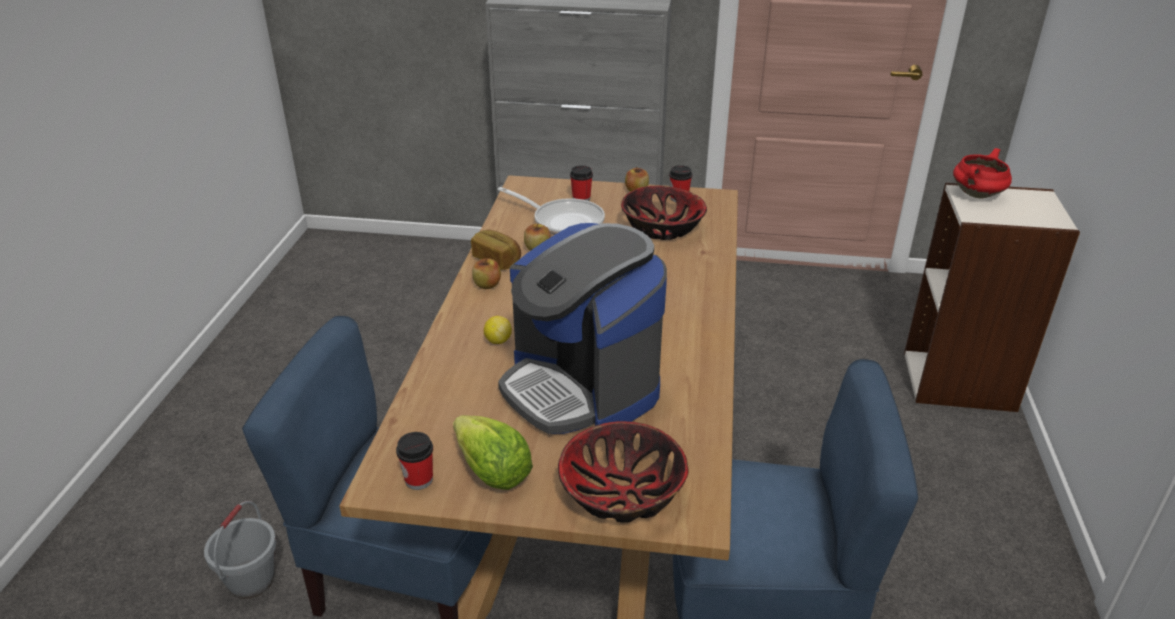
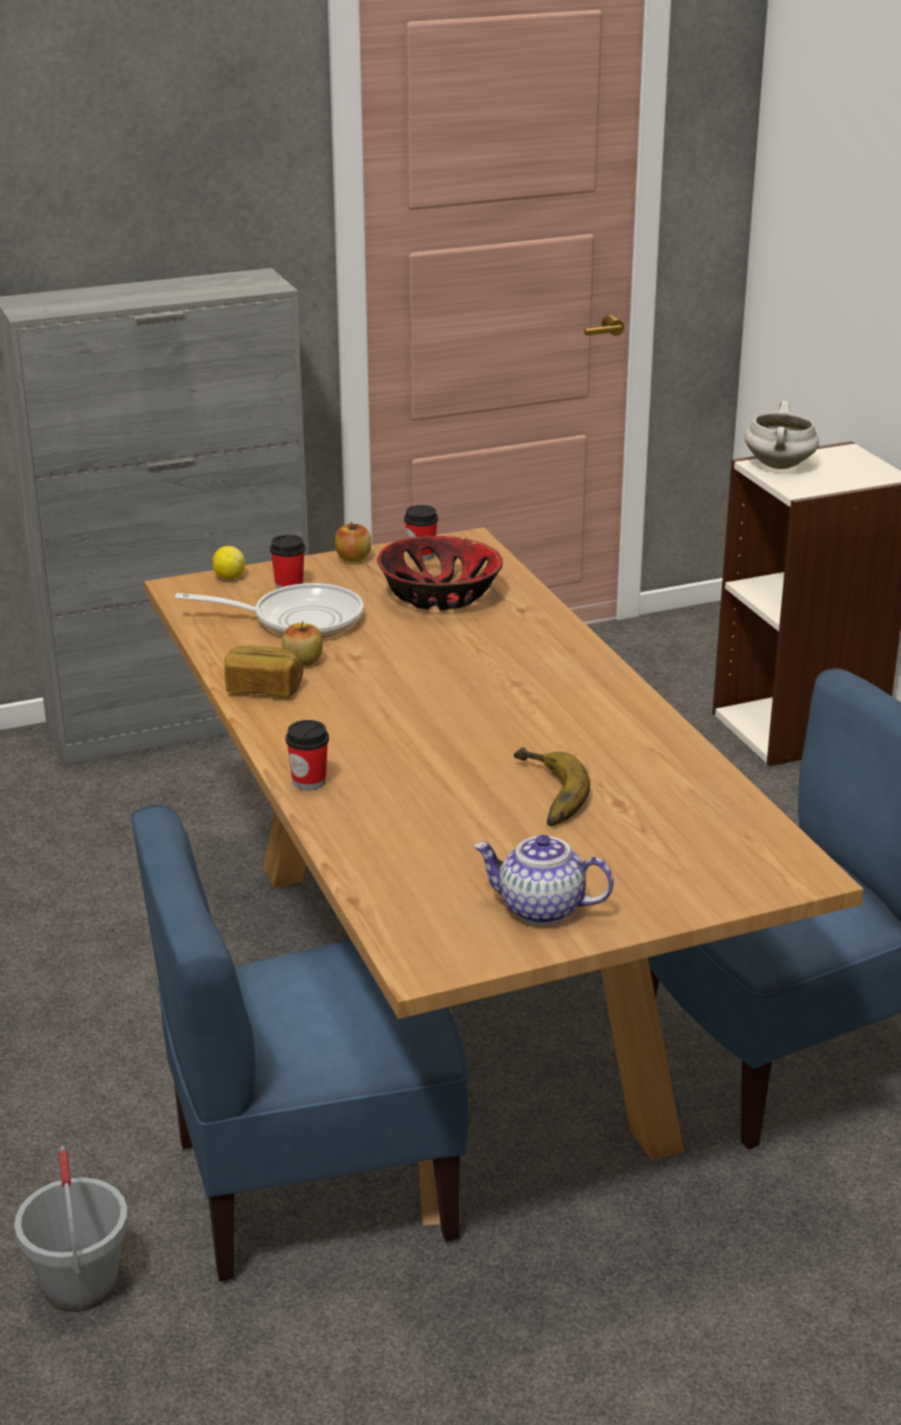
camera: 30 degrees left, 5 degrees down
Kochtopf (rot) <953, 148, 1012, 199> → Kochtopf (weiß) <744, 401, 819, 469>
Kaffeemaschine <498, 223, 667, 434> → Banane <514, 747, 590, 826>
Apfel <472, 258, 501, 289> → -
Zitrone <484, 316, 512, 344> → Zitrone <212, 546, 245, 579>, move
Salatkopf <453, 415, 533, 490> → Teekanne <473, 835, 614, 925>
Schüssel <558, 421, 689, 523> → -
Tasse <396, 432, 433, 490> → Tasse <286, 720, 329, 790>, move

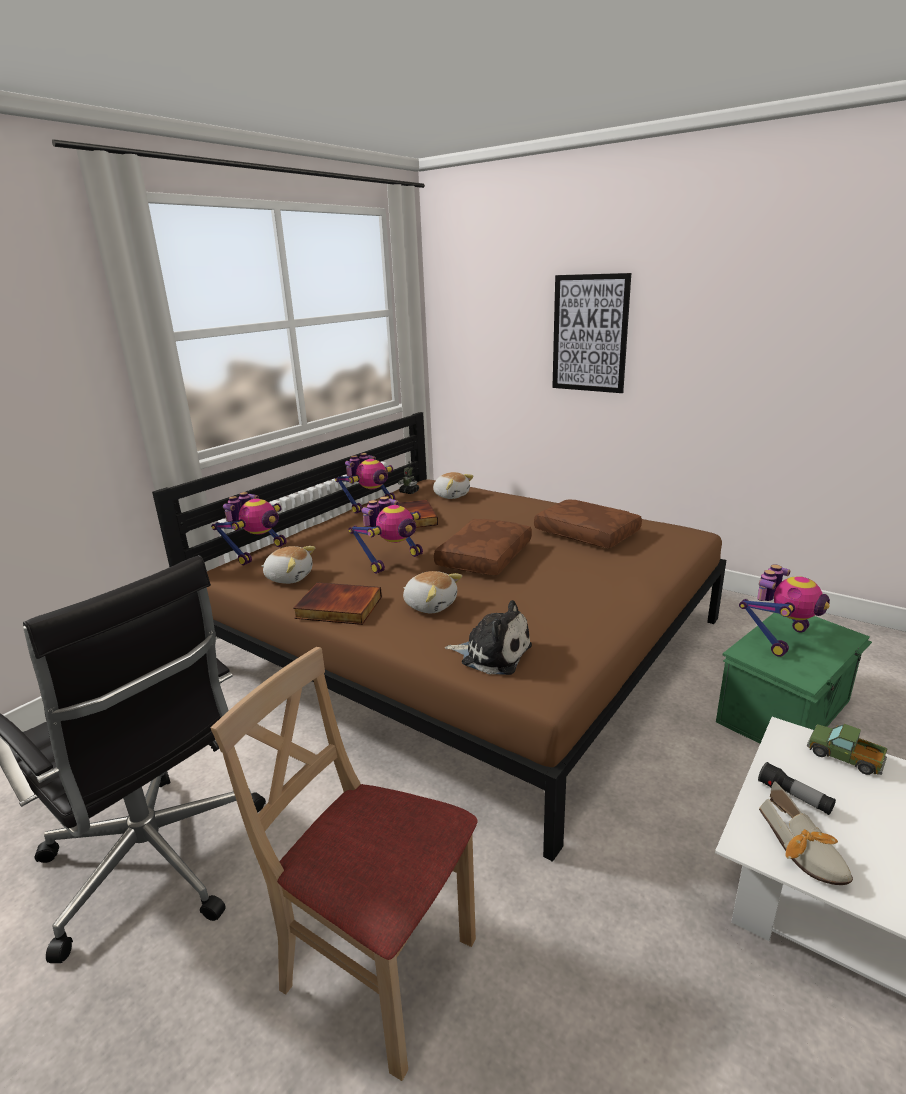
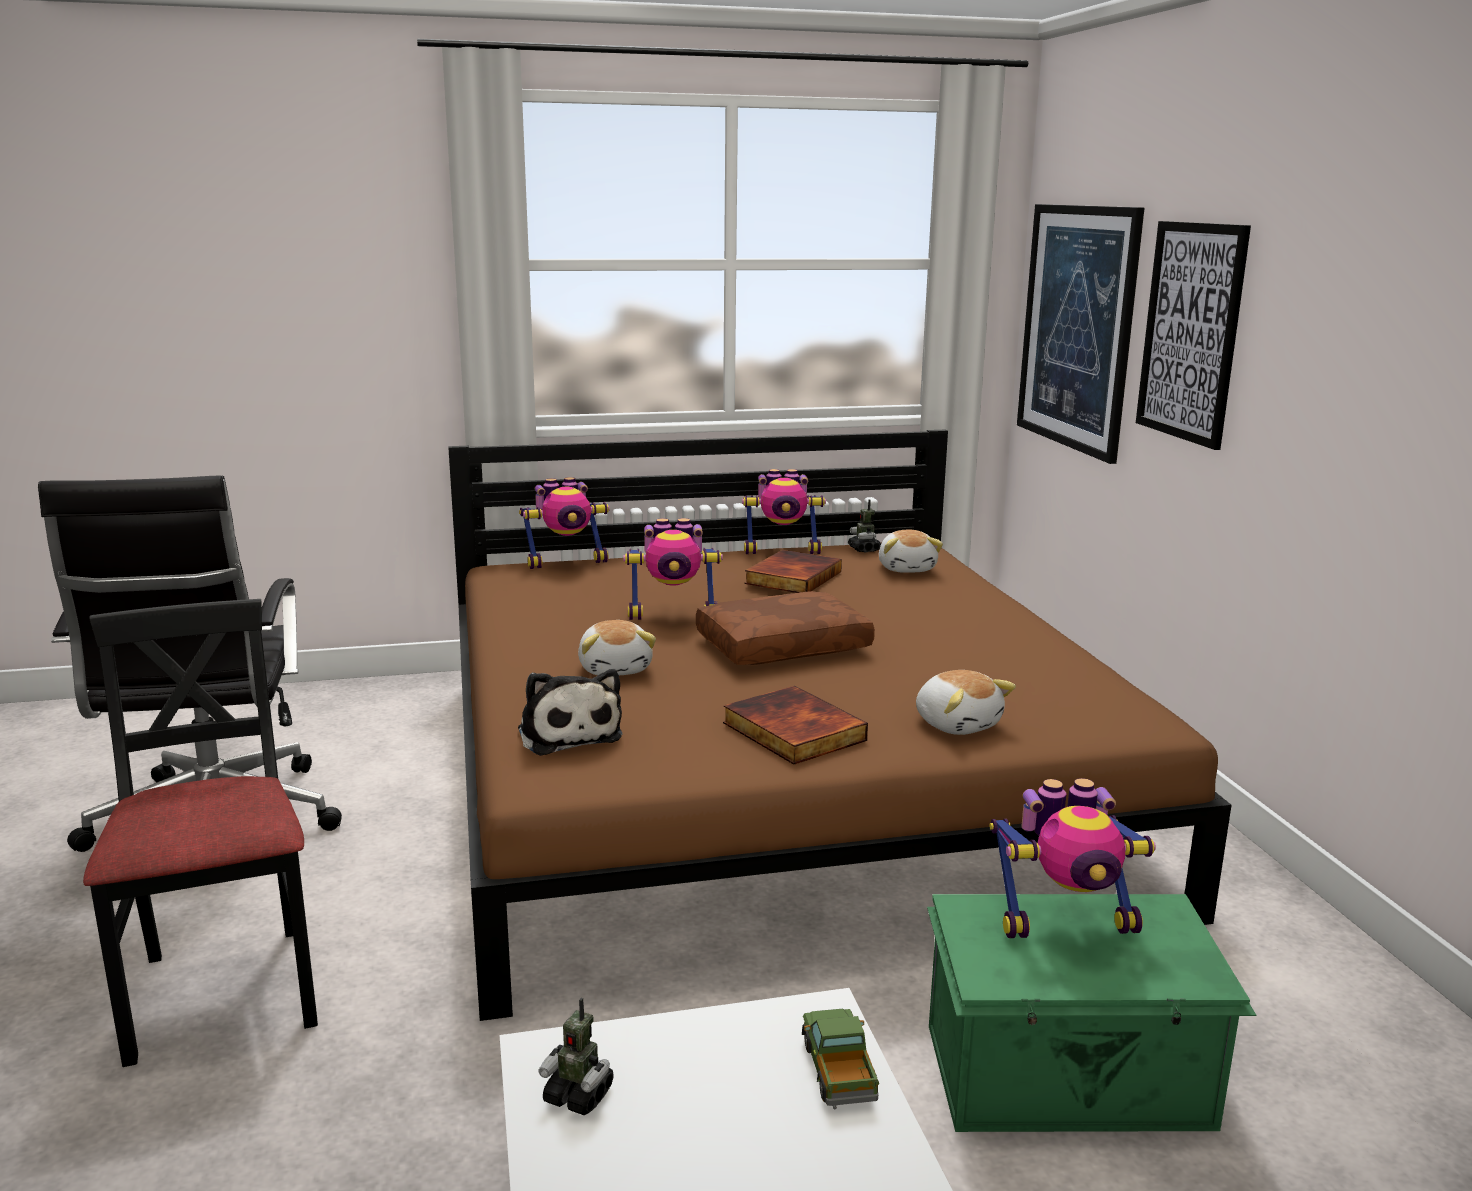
camera: 40 degrees right, 5 degrees down
Kissen (braun) <534, 499, 642, 548> → -
Plüschtier <262, 546, 315, 584> → Plüschtier <916, 670, 1016, 735>, move
Buch <293, 582, 382, 625> → Buch <723, 686, 868, 765>, move
Stuhl (beige) <211, 647, 478, 1081> → Stuhl (schwarz) <83, 599, 318, 1067>
Taschenlampe <758, 762, 836, 815> → -
Schuh <759, 781, 853, 885> → Spielzeugroboter <538, 998, 614, 1115>
- → Bild <1017, 204, 1144, 464>

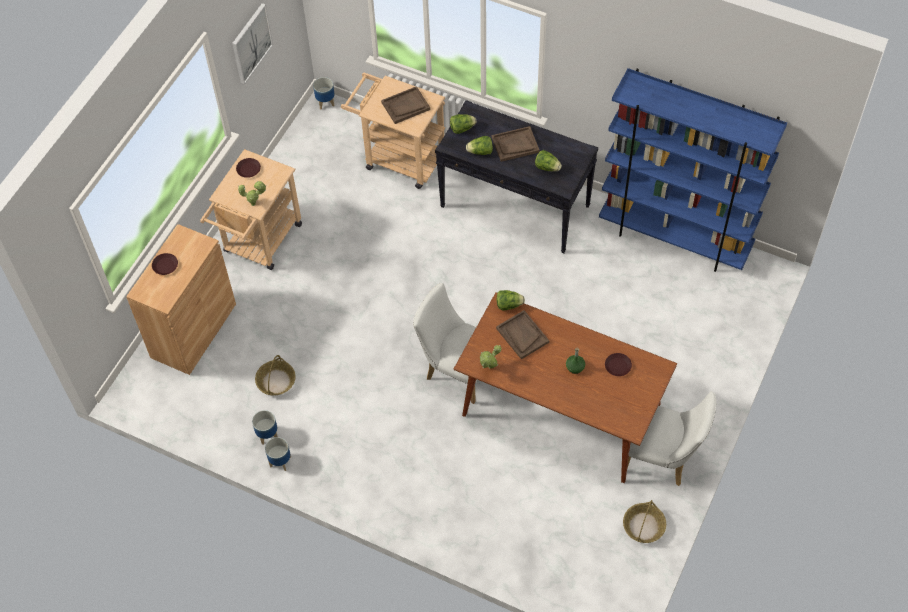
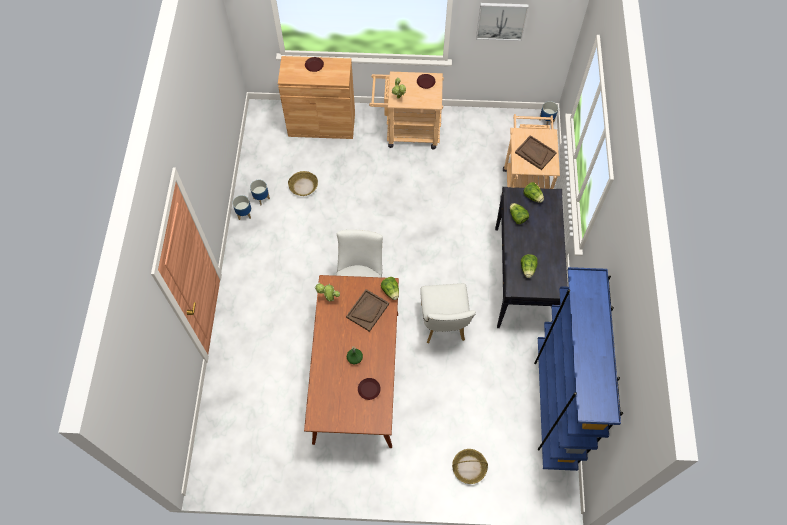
camera: 65 degrees right, 5 degrees up
Tablett (braun) <492, 126, 540, 162> → -
Stuhl (weiß) <627, 391, 716, 486> → Stuhl (weiß) <420, 283, 476, 344>, move
Korb <623, 500, 666, 543> → Korb <452, 449, 488, 484>, move

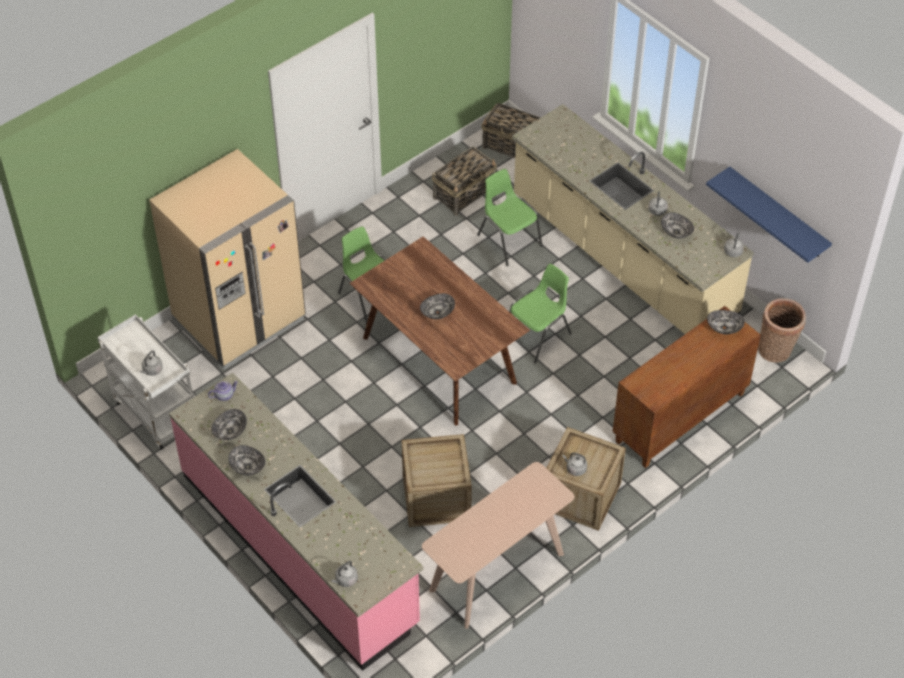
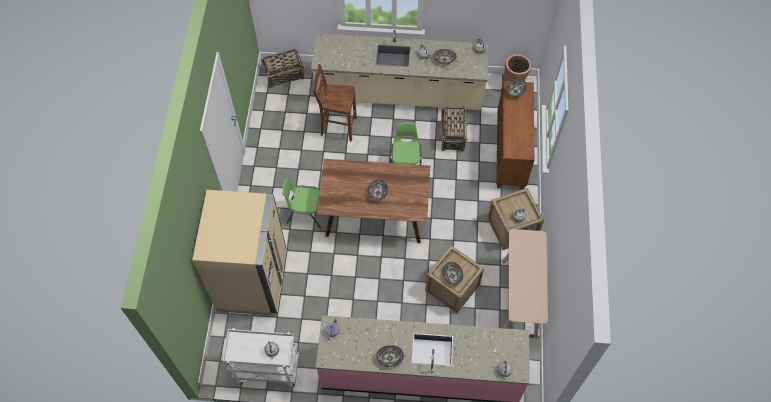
camera: 45 degrees left, 10 degrees up
Korb <432, 146, 497, 216> → Korb <441, 106, 469, 152>, move
Wandregal (blau) <706, 167, 832, 263> → -
Stuhl (grün) <477, 169, 543, 266> → Hocker (braun) <312, 64, 357, 142>
Schüssel <211, 409, 247, 440> → Schüssel <442, 262, 463, 285>, move

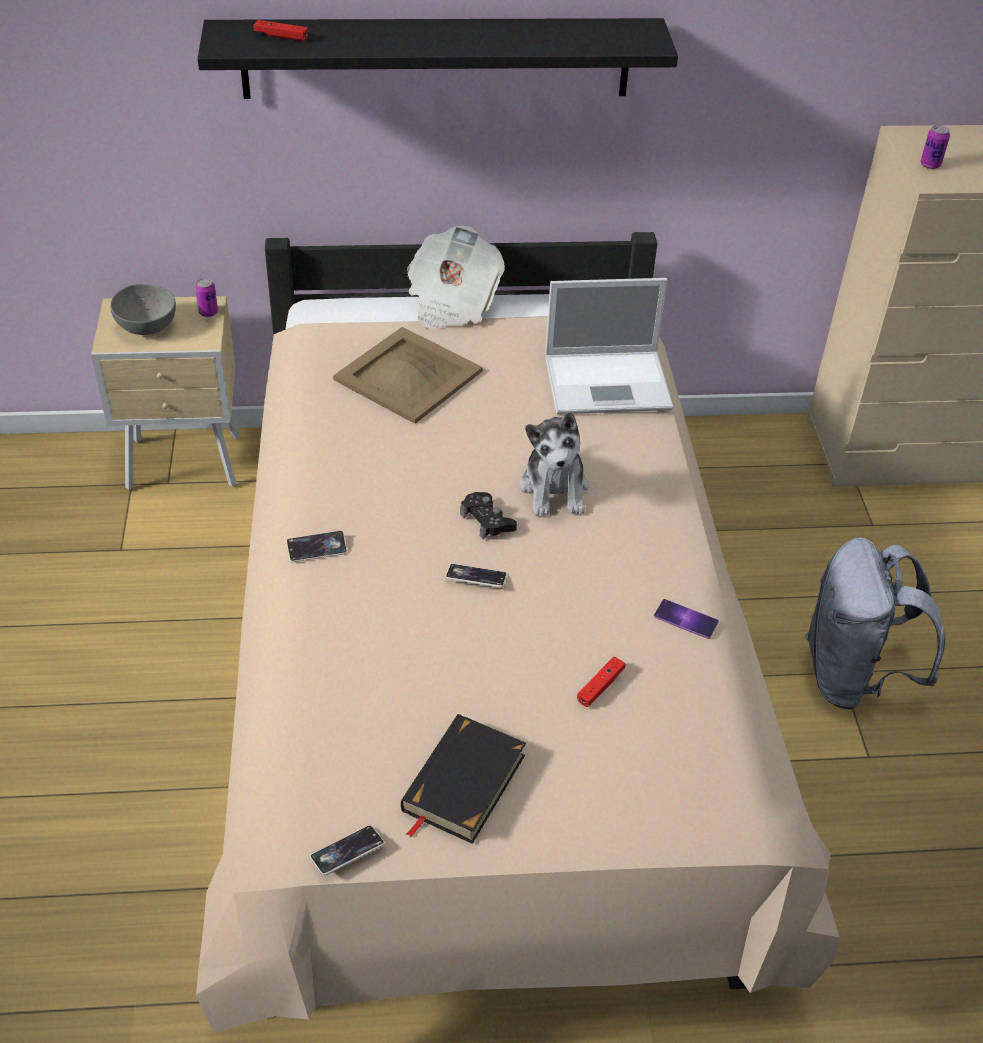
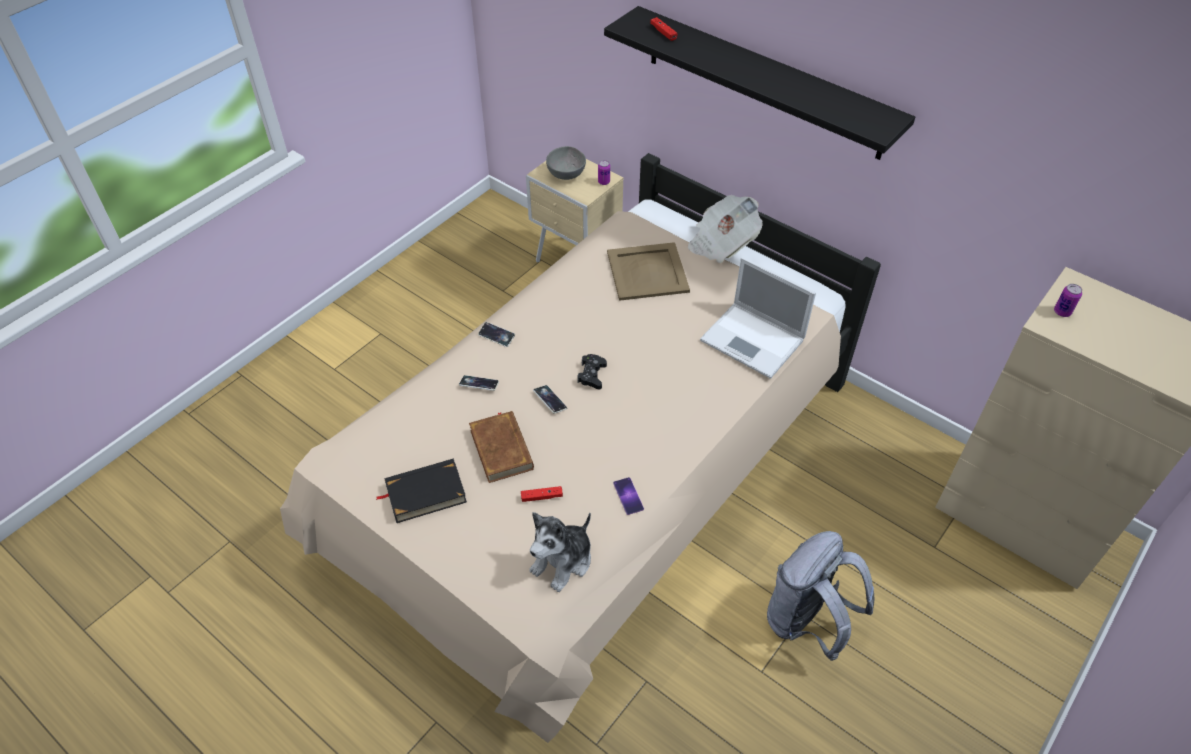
camera: 45 degrees right, 5 degrees up
Plüschtier <520, 412, 589, 516> → Plüschtier <529, 512, 591, 592>, move
Handy <310, 825, 385, 876> → Handy <459, 375, 499, 391>, move
- → Buch (braun) <469, 411, 534, 483>

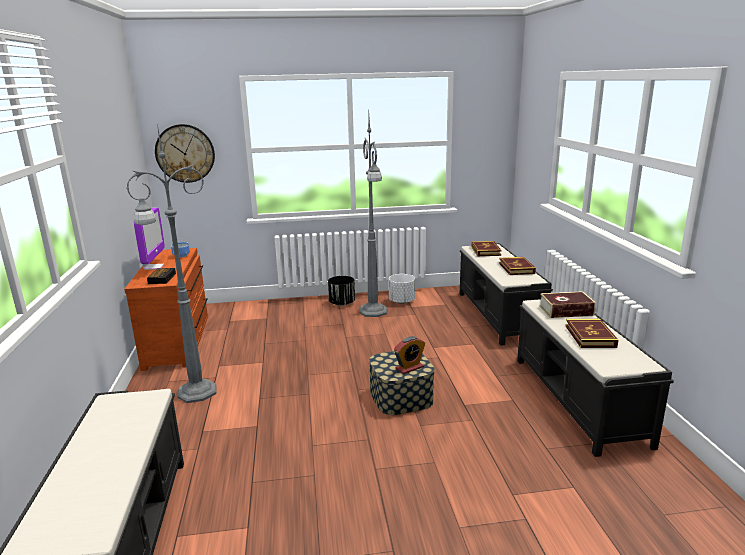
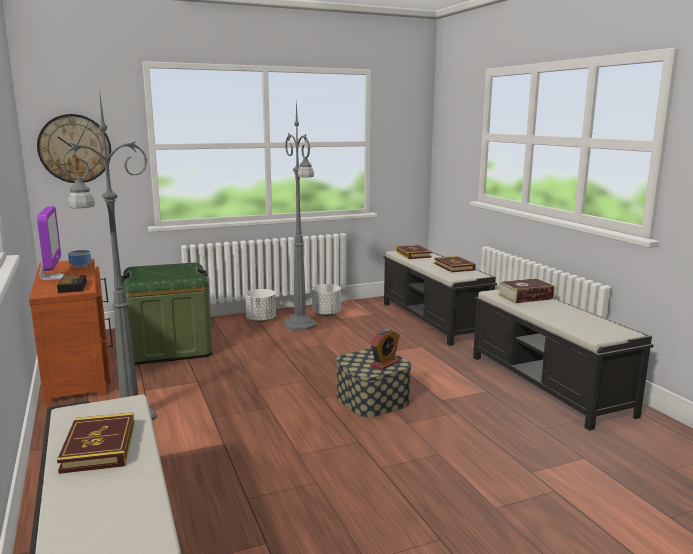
camera: 15 degrees left, 5 degrees down
Pflanzkübel (schwarz) <328, 276, 355, 306> → Pflanzkübel (weiß) <245, 289, 276, 322>
Buch <565, 319, 618, 348> → Buch <57, 412, 135, 474>, move
- → Aufbewahrungsbox (grün) <121, 263, 213, 365>

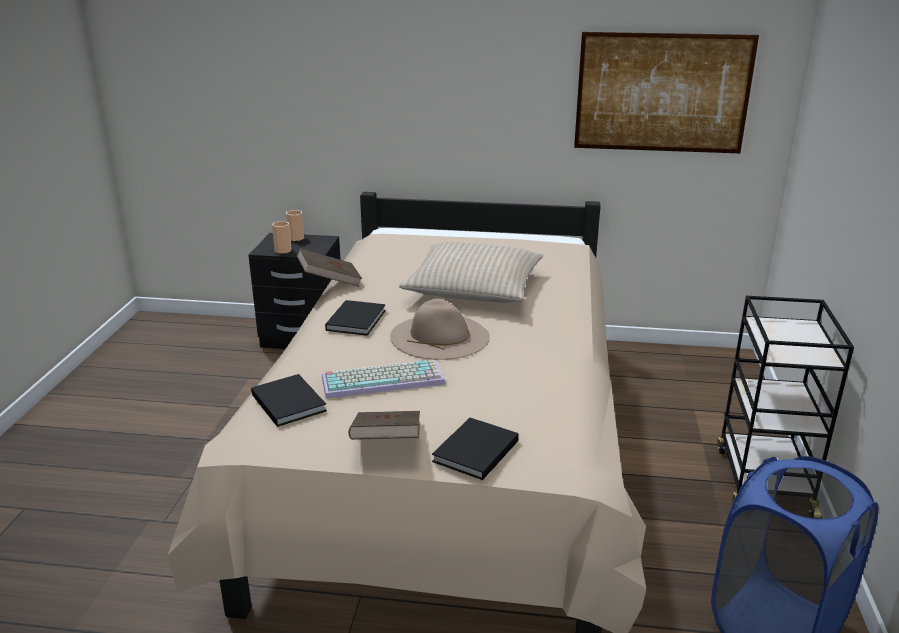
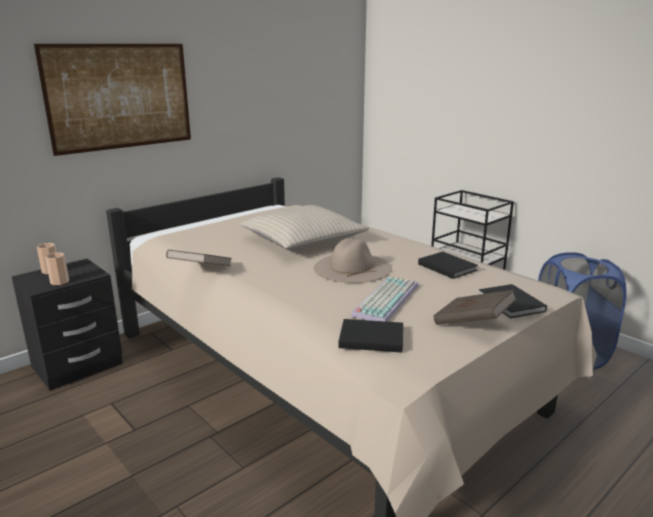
camera: 50 degrees left, 5 degrees down
Bild <574, 32, 759, 153> → Bild <34, 44, 191, 156>, move
Buch (schwarz) <325, 300, 386, 336> → Buch (schwarz) <418, 252, 478, 279>, move

